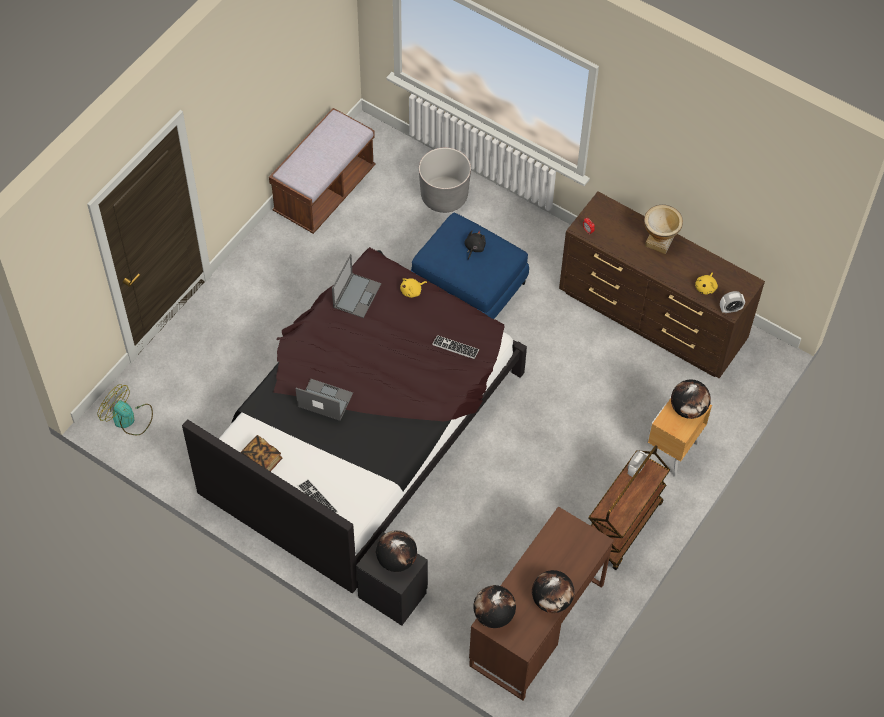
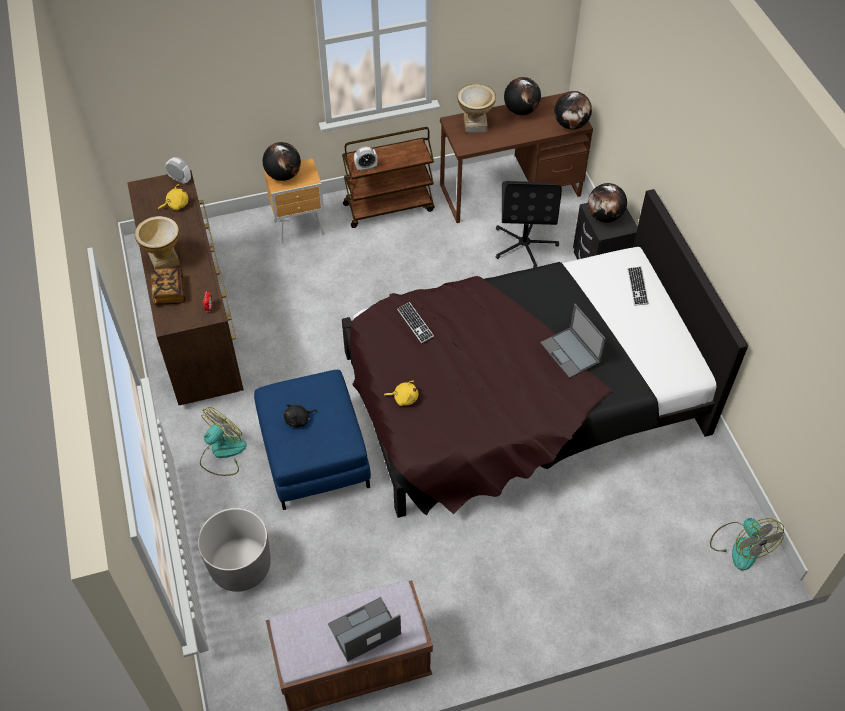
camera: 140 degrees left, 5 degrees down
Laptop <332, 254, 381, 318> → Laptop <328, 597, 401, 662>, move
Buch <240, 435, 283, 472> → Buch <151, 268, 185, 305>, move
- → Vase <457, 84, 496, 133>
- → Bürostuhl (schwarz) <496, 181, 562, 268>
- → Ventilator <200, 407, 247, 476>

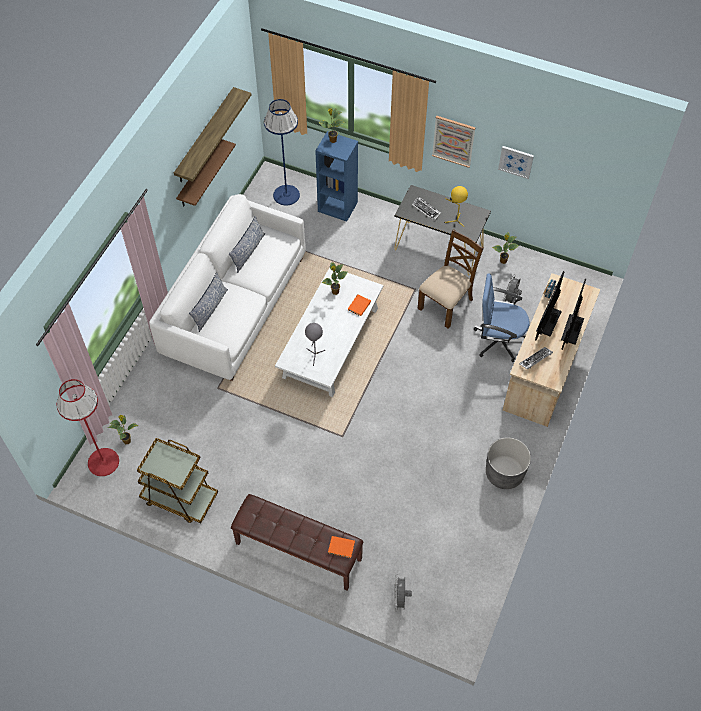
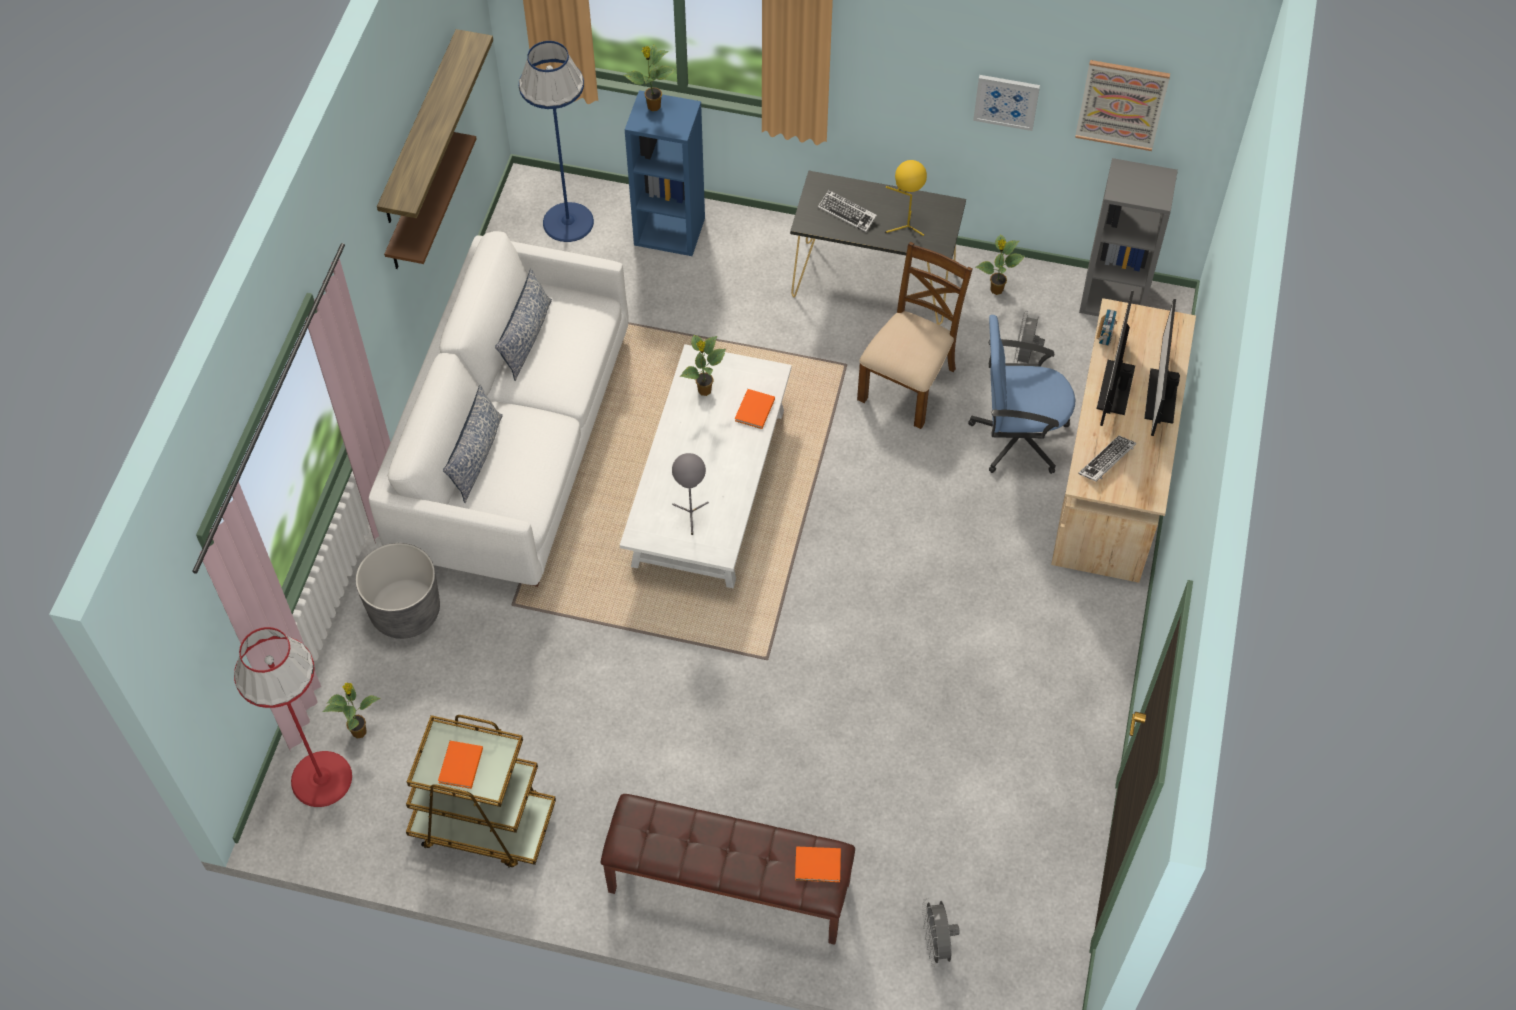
camera: 10 degrees left, 0 degrees up
Bild <432, 116, 475, 168> → Bild <1075, 60, 1170, 151>, move
Pflanzkübel (grau) <486, 437, 531, 489> → Pflanzkübel (grau) <356, 543, 440, 639>, move
- → Bücherregal (grau) <1079, 158, 1178, 316>
- → Buch (orange) <438, 741, 483, 789>

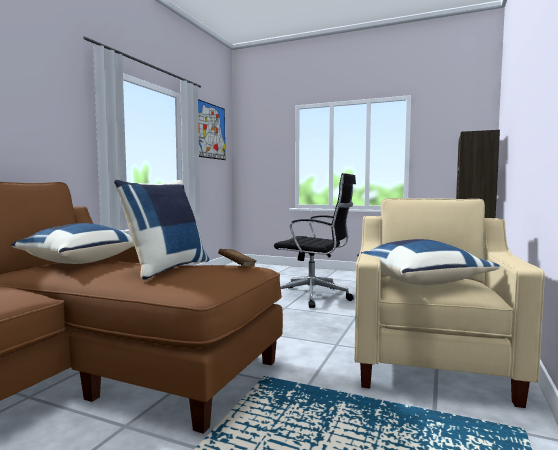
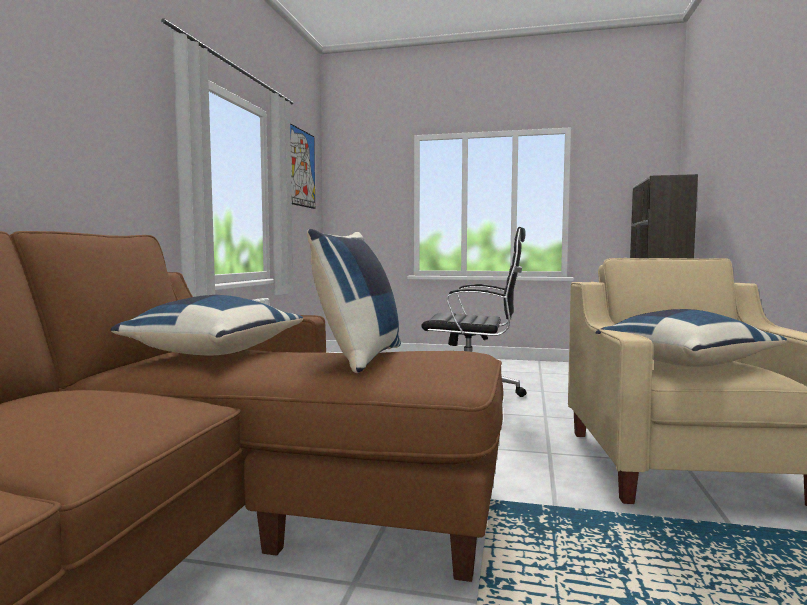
camera: 10 degrees left, 0 degrees up
Buch (braun) <218, 249, 256, 267> → -

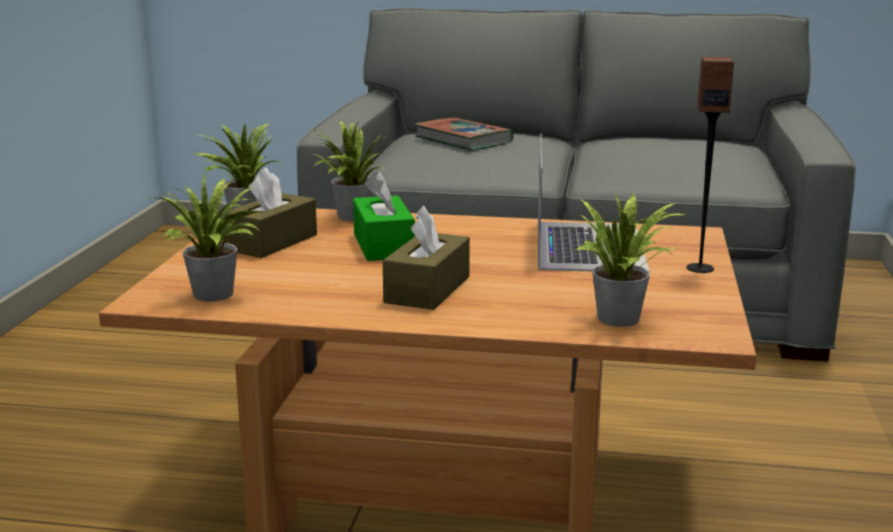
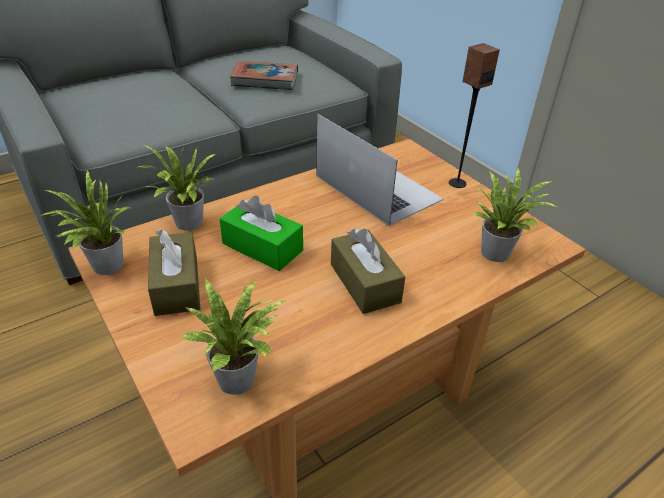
camera: 45 degrees left, 20 degrees up
Buch <415, 118, 513, 151> → Buch <230, 61, 298, 90>, move

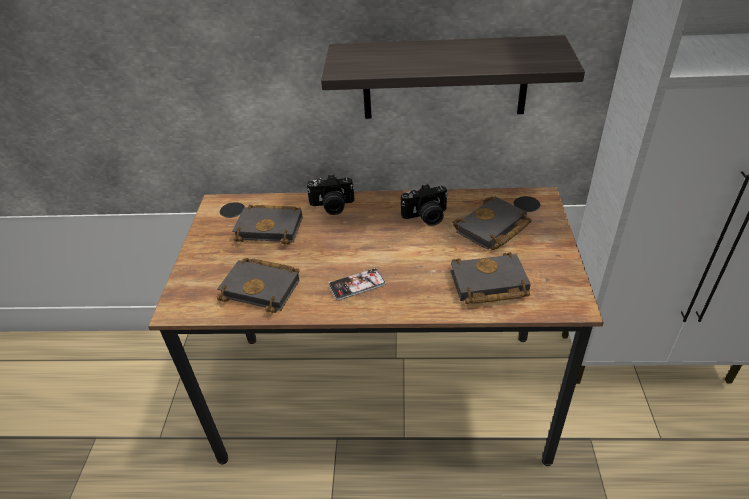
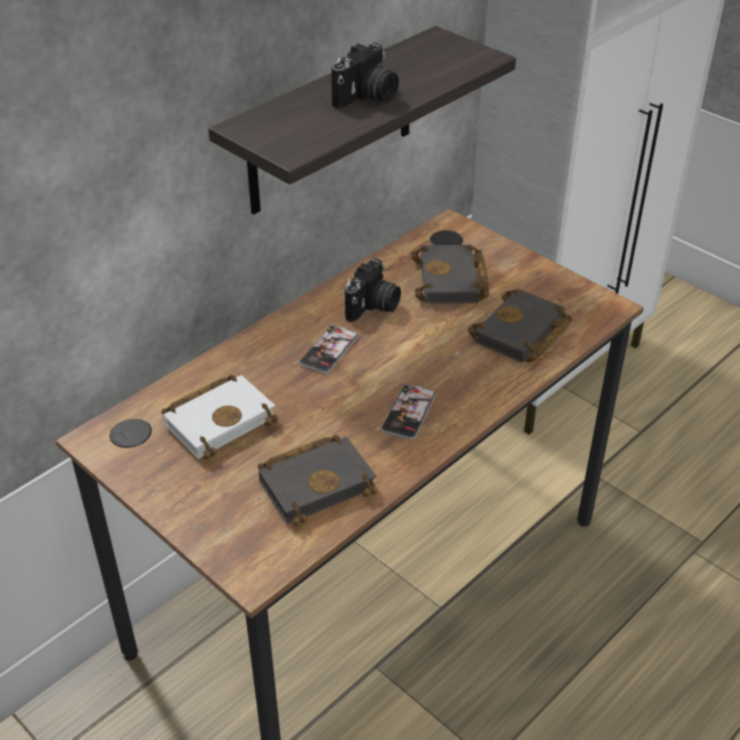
camera: 50 degrees left, 0 degrees up
Kamera <307, 174, 354, 215> → Kamera <331, 43, 399, 108>, move
Buch (schwarz) <232, 205, 303, 244> → Buch (weiß) <161, 375, 278, 459>
- → Handy <299, 324, 358, 374>

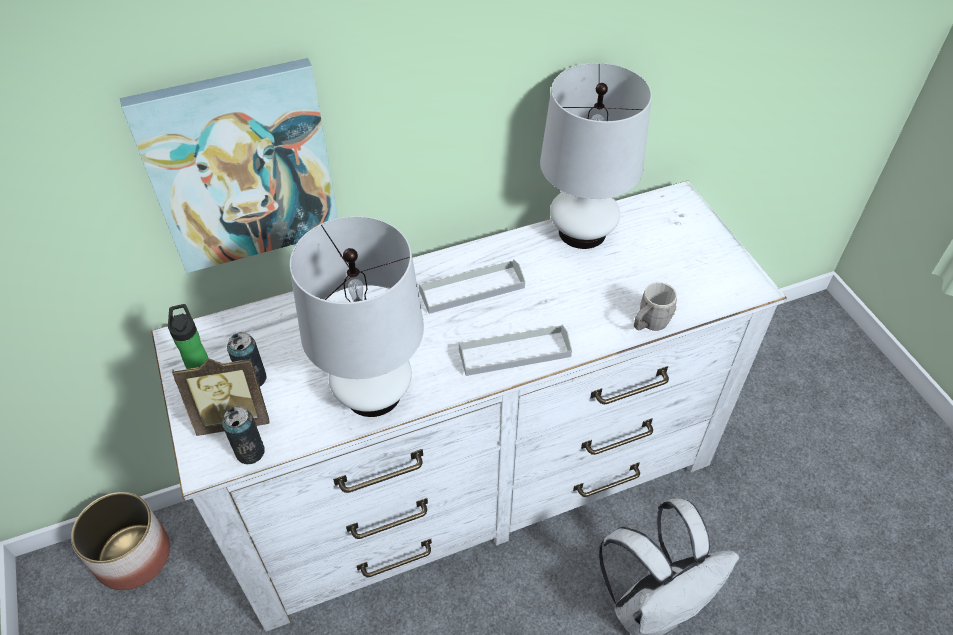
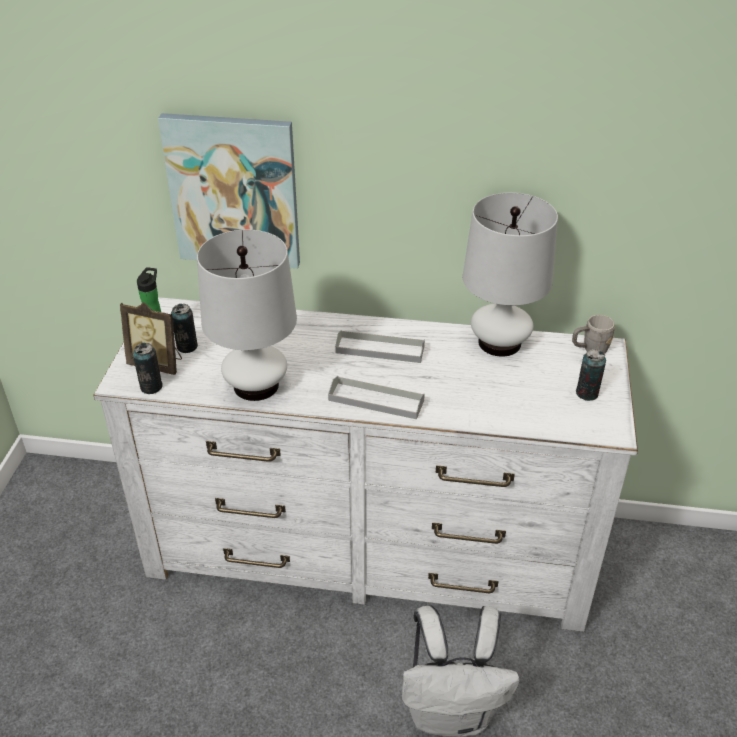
camera: 30 degrees right, 10 degrees down
Henkelbecher (grau) <634, 282, 677, 331> → Henkelbecher (grau) <572, 315, 615, 354>, move
Pflanzkübel <71, 492, 170, 590> → -
- → Dose <576, 349, 606, 401>

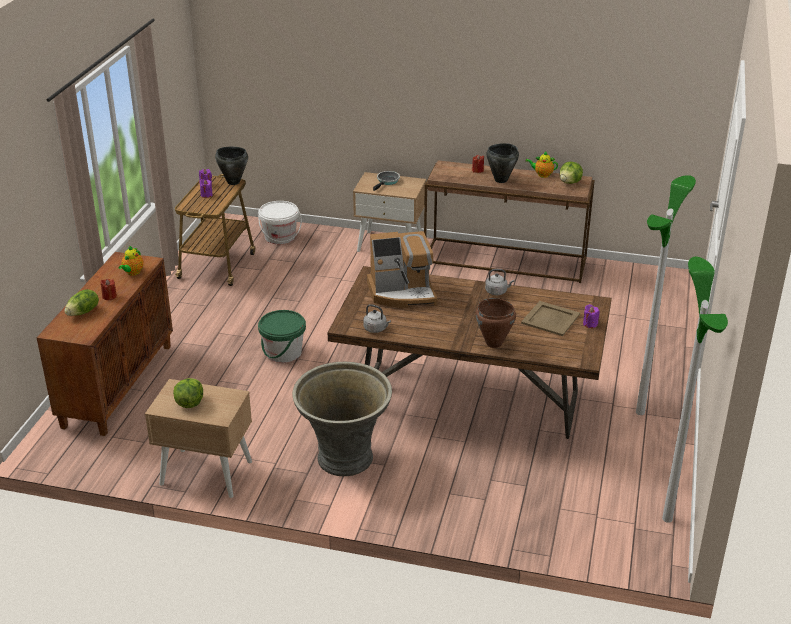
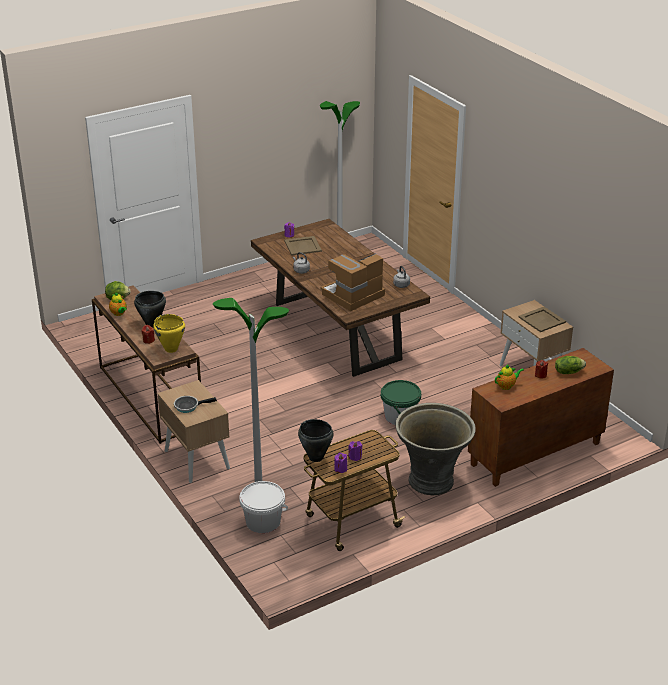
camera: 135 degrees left, 0 degrees up
Stehlampe <636, 175, 696, 415> → Stehlampe <213, 298, 289, 482>, move
Kaffeemaschine <367, 231, 437, 307> → Kaffeemaschine <321, 253, 385, 311>, 75 degrees counterclockwise
Kochtopf (braun) <476, 298, 516, 348> → -
Pflanzkübel (grau) <292, 362, 392, 476> → Pflanzkübel (grau) <395, 403, 476, 495>, move
Salatkopf <173, 378, 203, 408> → Tablett (beige) <518, 307, 566, 332>
- → Kochtopf (gelb) <153, 314, 185, 353>

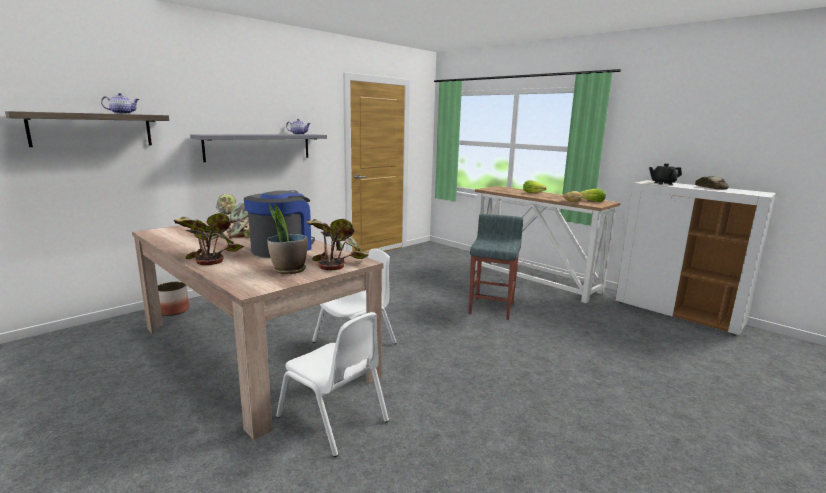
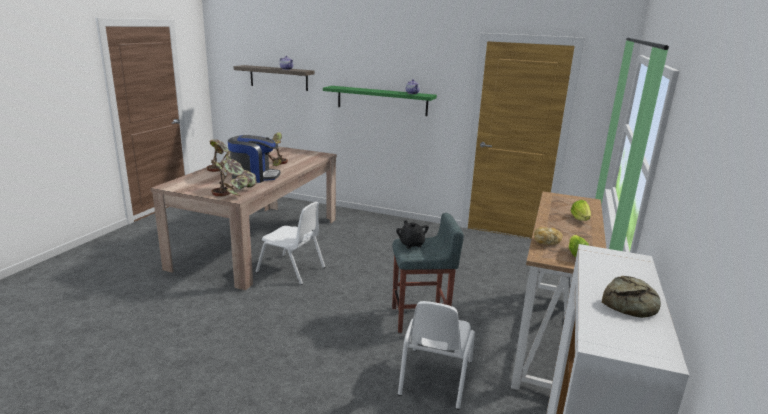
camera: 65 degrees right, 5 degrees up
Wandregal (grau) <190, 134, 327, 162> → Wandregal (grün) <323, 86, 437, 116>
Teekanne (schwarz) <649, 164, 682, 185> → Teekanne (schwarz) <396, 221, 429, 249>, move
Topfpflanze <267, 204, 307, 274> → -
Pflanzkübel <158, 282, 189, 316> → -
Stuhl (weiß) <276, 312, 389, 457> → Stuhl (weiß) <398, 301, 475, 410>, move

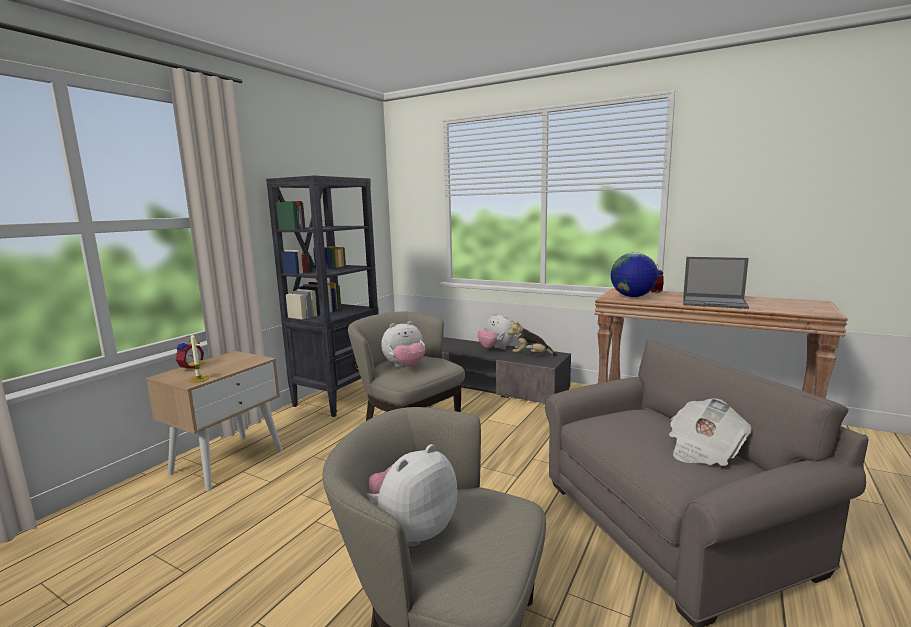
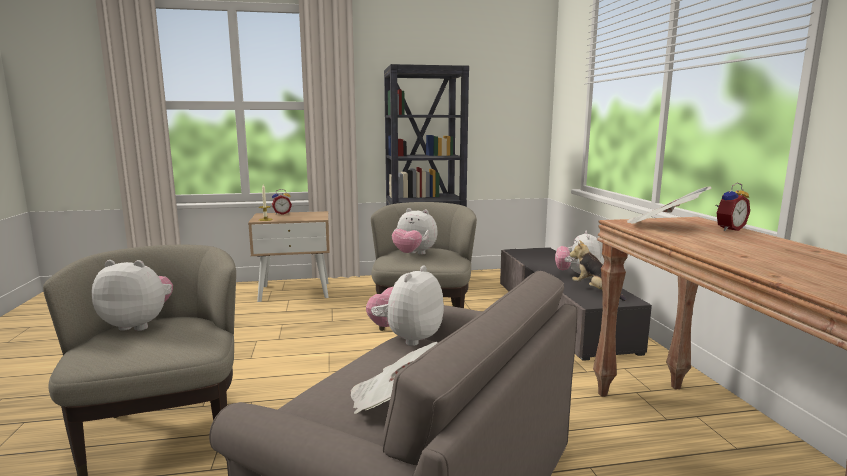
camera: 50 degrees right, 0 degrees up
Globus <611, 253, 658, 297> → Zeitung <627, 186, 712, 224>
Laptop <683, 257, 749, 309> → -
- → Plüschtier <366, 265, 444, 346>

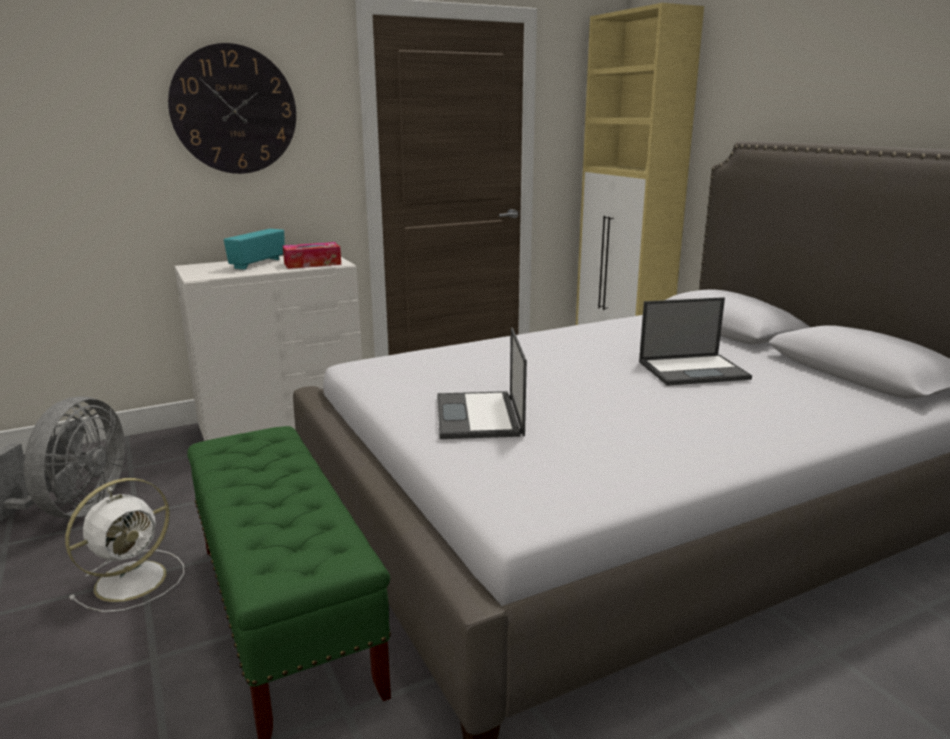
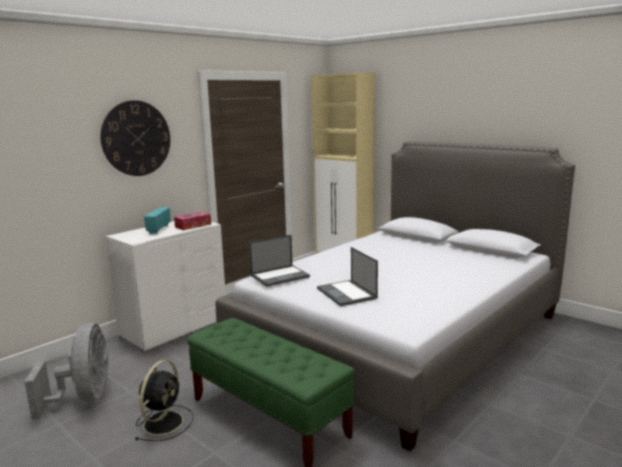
camera: 20 degrees left, 5 degrees down
Laptop <639, 297, 752, 386> → Laptop <249, 235, 310, 287>, move
Ventilator (weiß) <65, 478, 184, 612> → Ventilator (schwarz) <134, 360, 194, 441>

